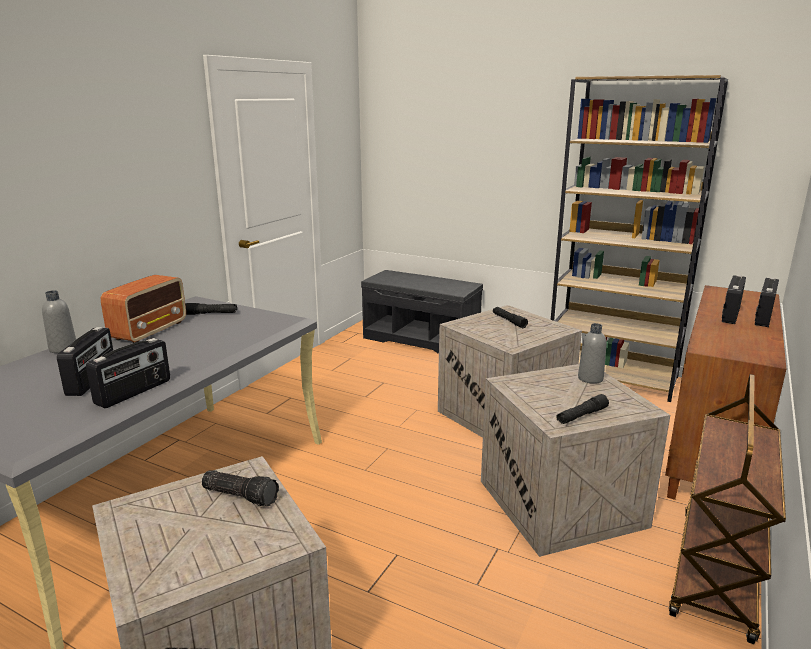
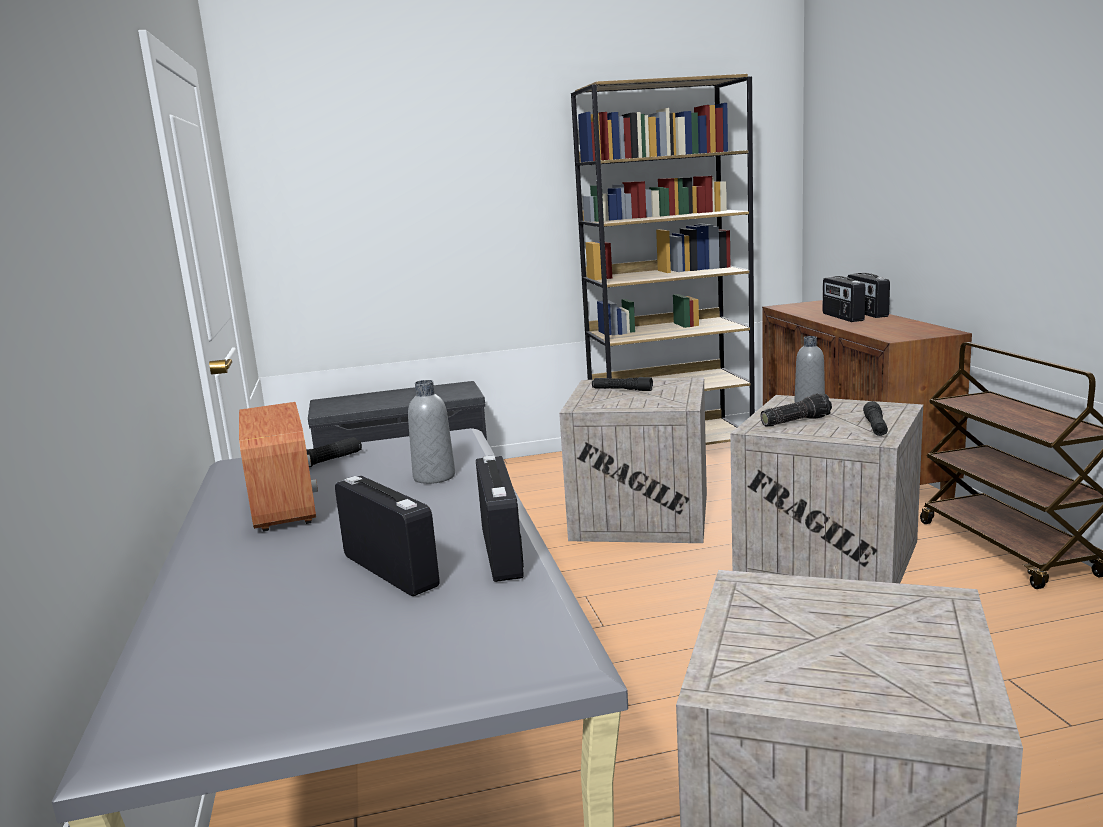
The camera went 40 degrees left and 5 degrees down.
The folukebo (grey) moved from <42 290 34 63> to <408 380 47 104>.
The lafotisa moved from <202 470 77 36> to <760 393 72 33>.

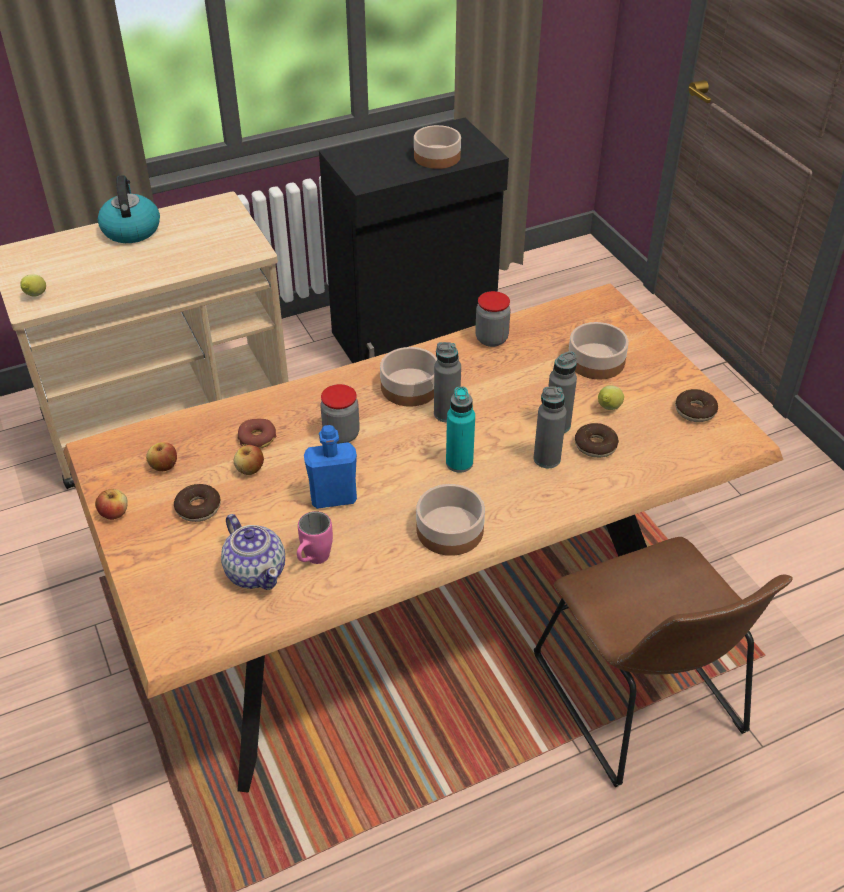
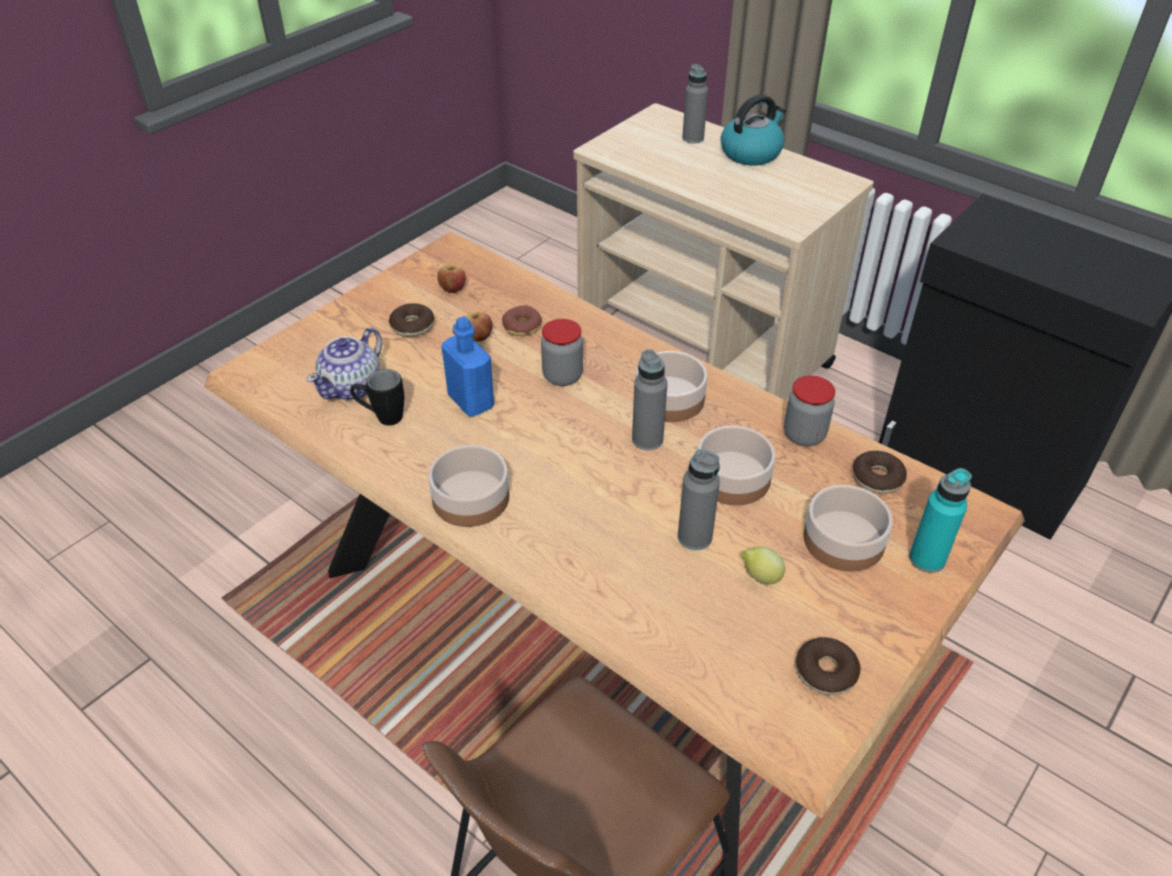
The camera went 65 degrees right and 0 degrees up.
The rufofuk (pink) at <297 511 36 53> became the rufofuk (black) at <350 369 54 56>.
The folukebo (grey) moved from <534 387 33 81> to <682 64 26 80>.
The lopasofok moved from <414 125 47 44> to <697 426 79 79>.
The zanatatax moved from <575 423 44 35> to <853 451 54 43>.
The folukebo (turquoise) moved from <446 386 29 87> to <909 468 63 105>.
The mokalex at <20 274 26 23> disappeared.
The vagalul at <95 489 33 31> disappeared.

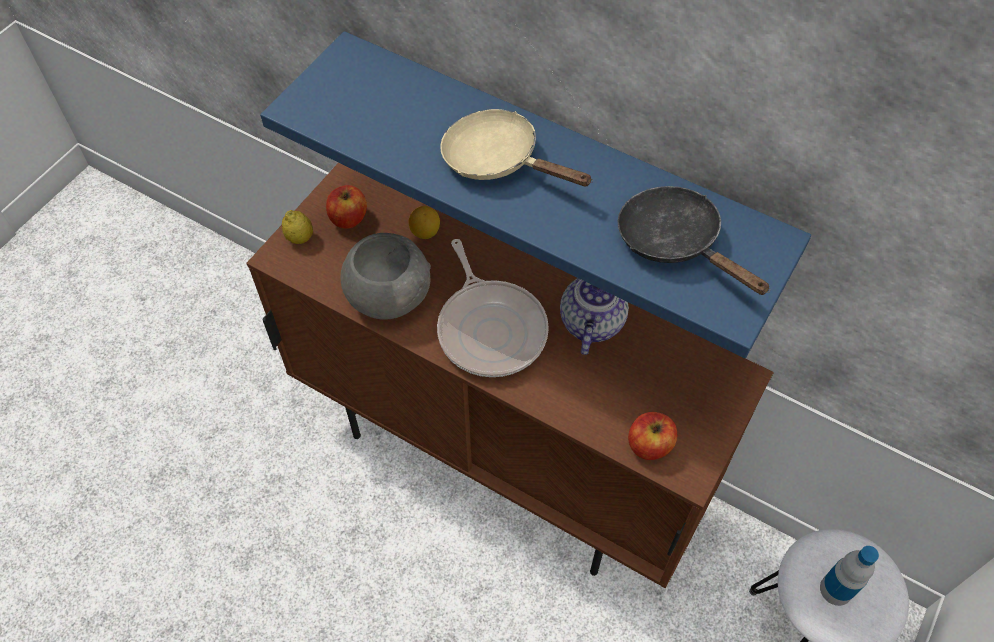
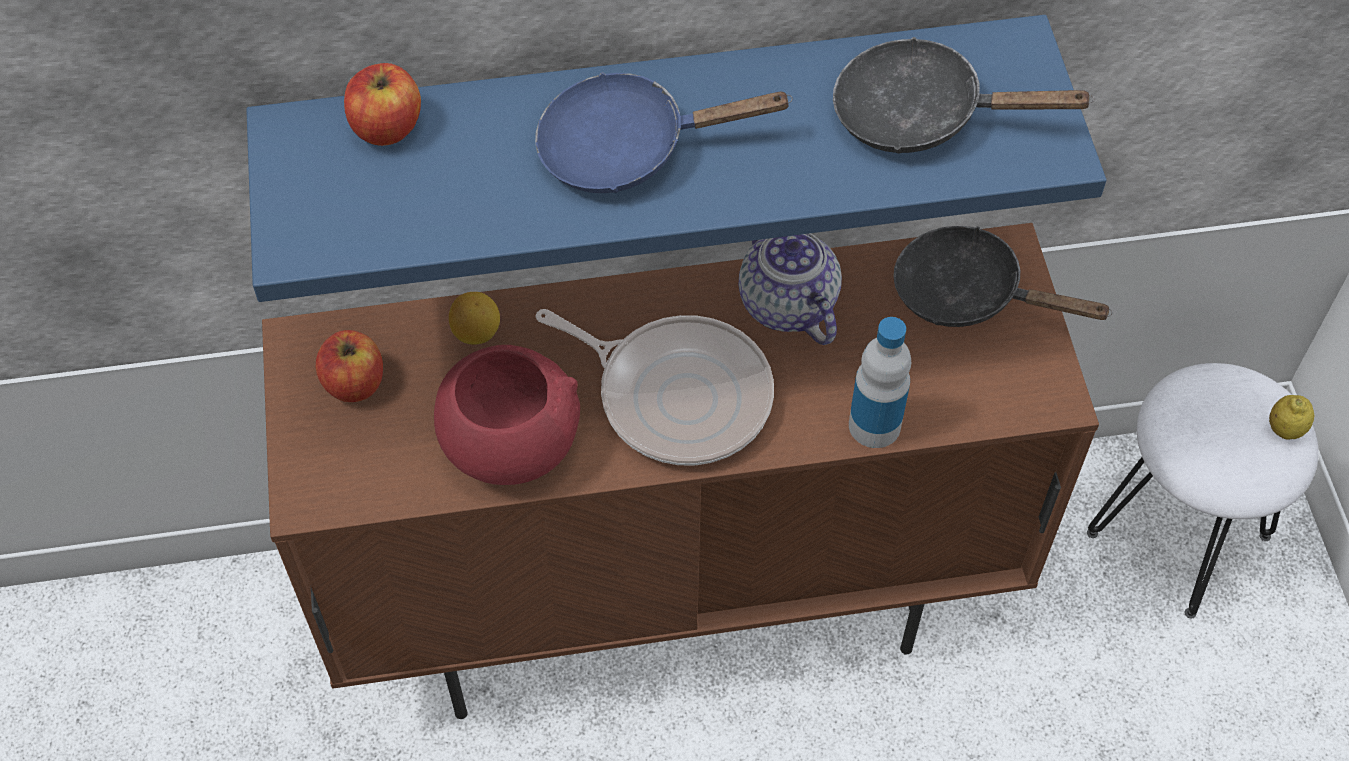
The camera went 40 degrees left and 0 degrees up.
The vagalul moved from <628 412 49 48> to <344 63 77 83>.
The lopasofok (grey) at <340 233 91 86> became the lopasofok (red) at <434 345 146 140>.
The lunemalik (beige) at <440 109 153 77> became the lunemalik (blue) at <535 72 258 121>.
The folukebo moved from <820 546 59 60> to <849 317 62 131>.
The lunemalik (black) at <893 226 220 101> appeared.
The mokalex moved from <282 210 31 34> to <1269 395 45 45>.

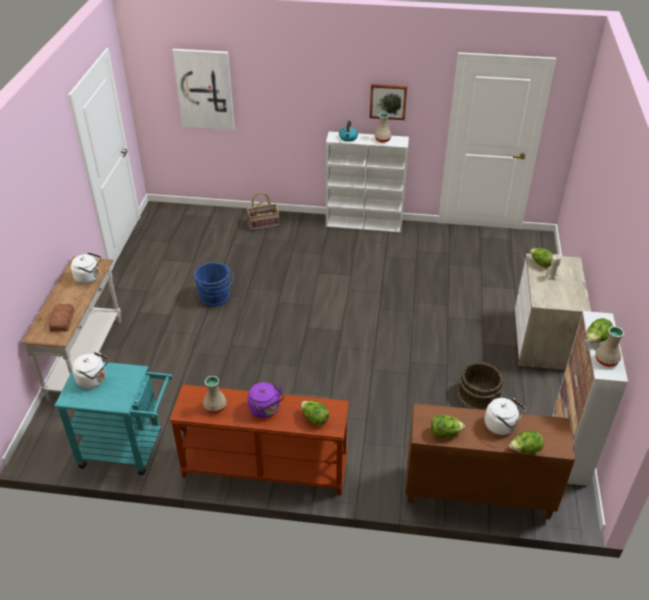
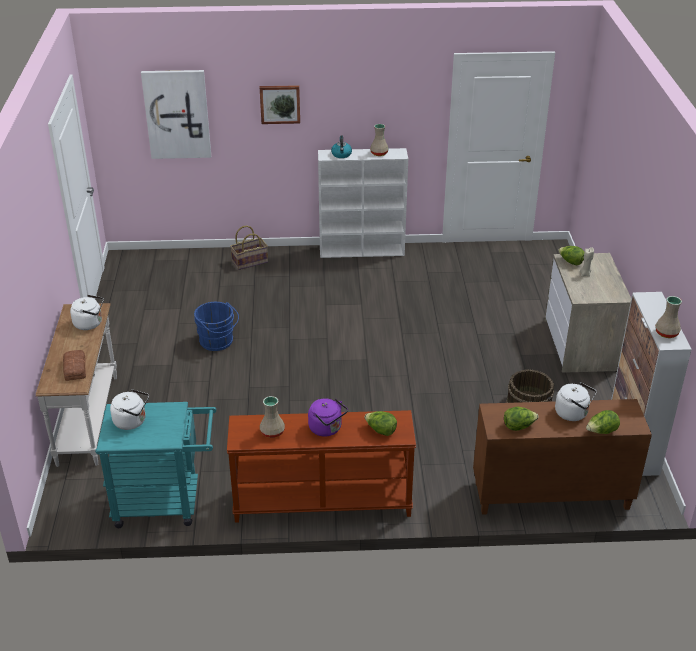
The camera went 10 degrees left and 5 degrees down.
The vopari moved from <370 84 37 36> to <260 85 40 39>.
The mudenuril at <587 318 26 25> disappeared.

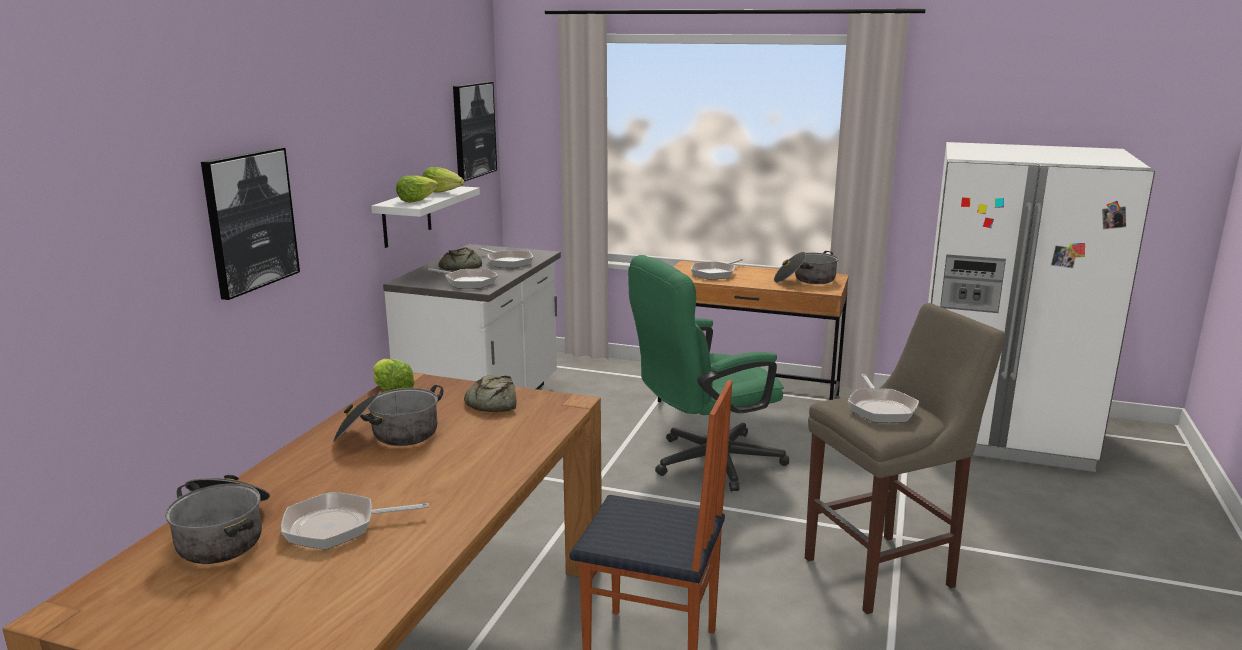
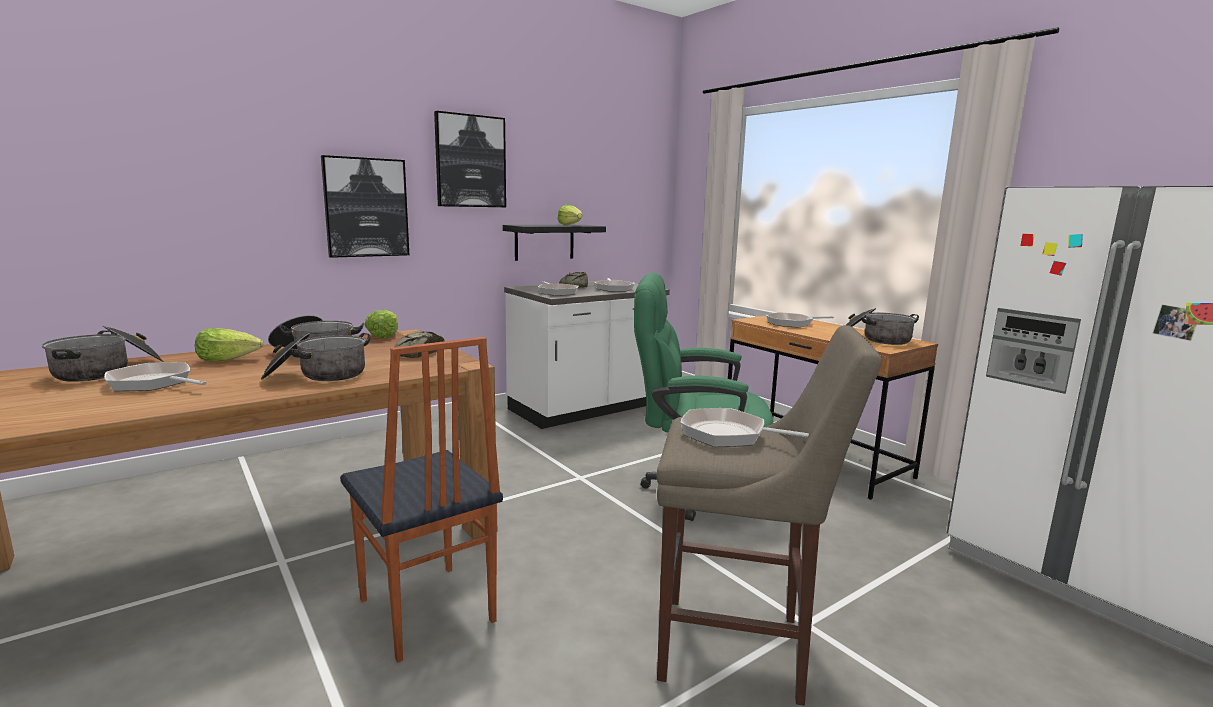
The camera went 35 degrees right and 5 degrees down.
The mudenuril moved from <396 175 42 28> to <195 328 68 34>.
The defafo at <261 333 109 48> appeared.
The vopari moved from <453 82 44 100> to <434 111 72 96>.
The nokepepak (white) at <371 186 109 62> became the nokepepak (black) at <503 225 103 36>.
The lunemalik at <847 374 72 49> turned 75 degrees clockwise.

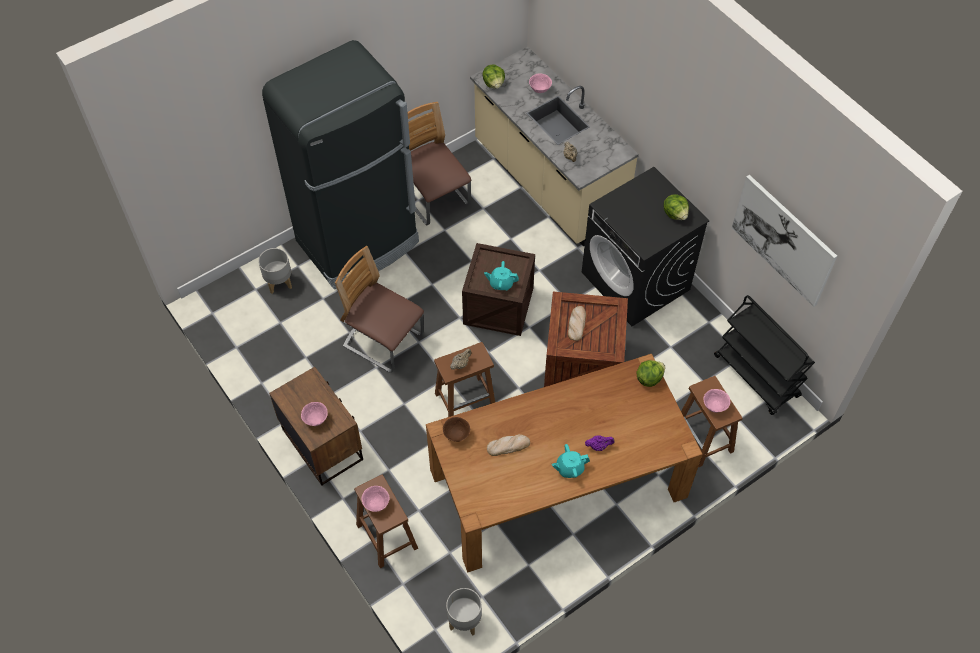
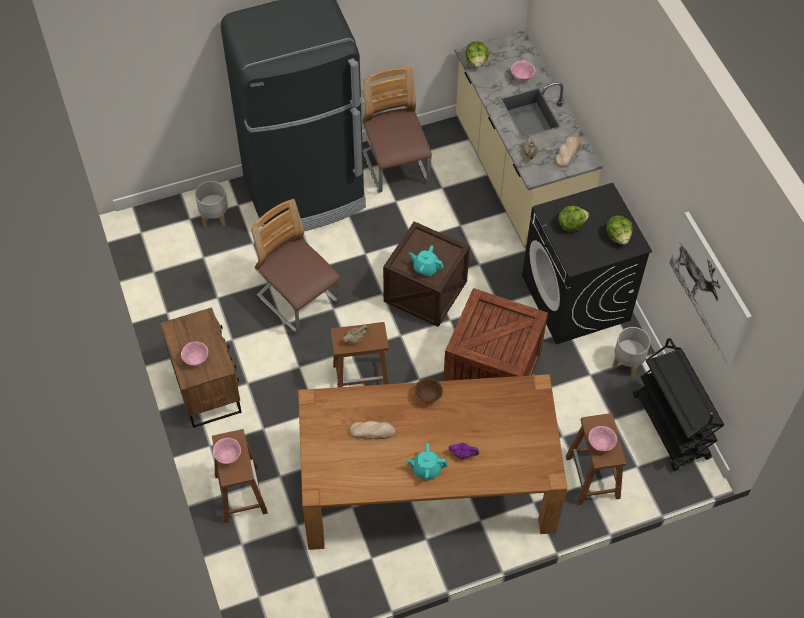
The camera went 15 degrees right and 0 degrees up.
The lopasofok (brown) moved from <443 417 27 25> to <415 378 28 25>.
The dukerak moved from <568 306 18 35> to <555 136 24 31>.
The mudenuril moved from <637 360 28 27> to <559 206 30 26>.
The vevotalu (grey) moved from <446 588 36 48> to <612 327 38 50>.

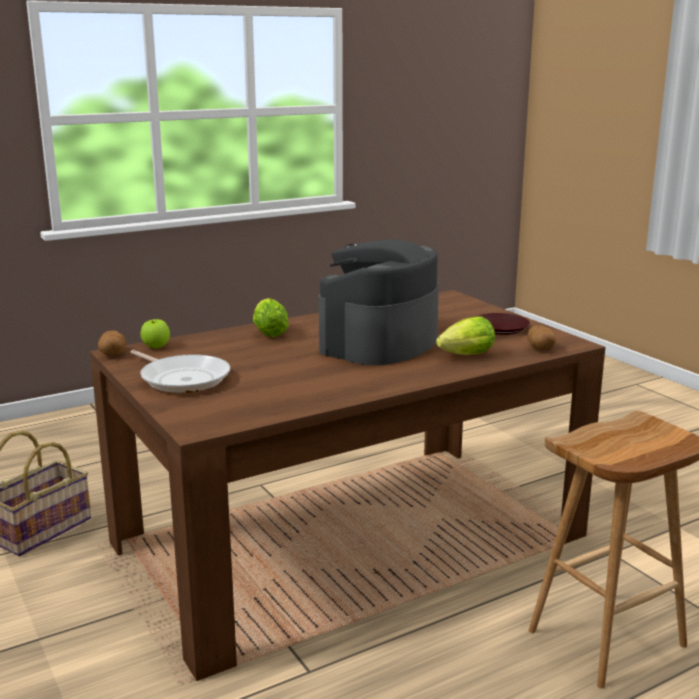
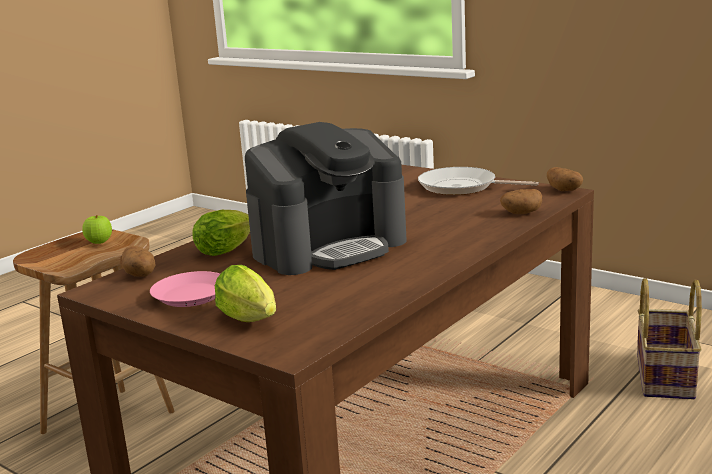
The camera went 160 degrees right and 0 degrees up.
The vagalul moved from <140 319 30 29> to <82 215 30 29>.
The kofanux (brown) at <478 313 52 22> became the kofanux (pink) at <150 271 70 36>.
The mudenuril moved from <253 298 36 39> to <215 265 61 57>.
The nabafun at <319 240 120 125> turned 45 degrees clockwise.
The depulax at <500 189 42 25> appeared.

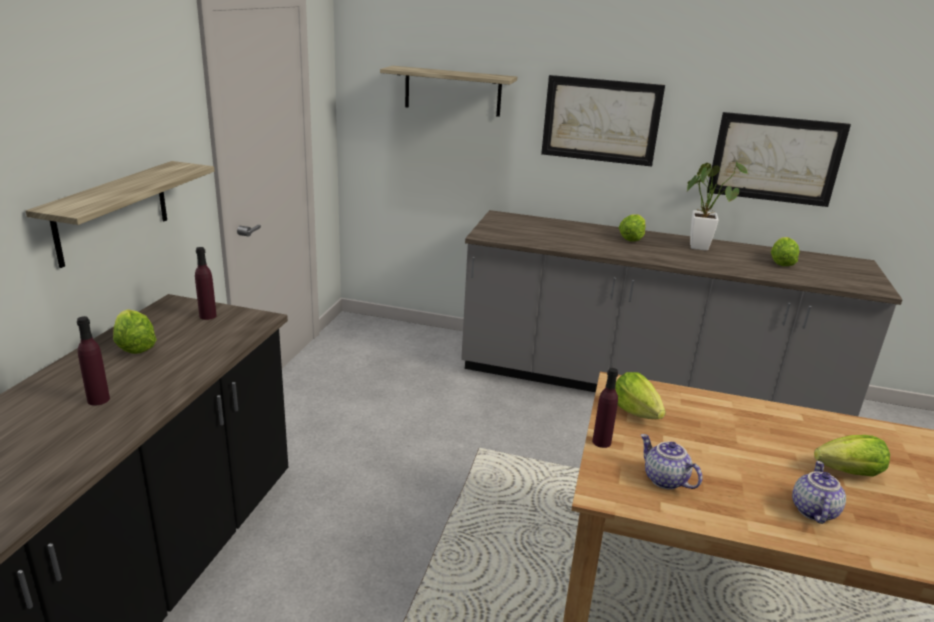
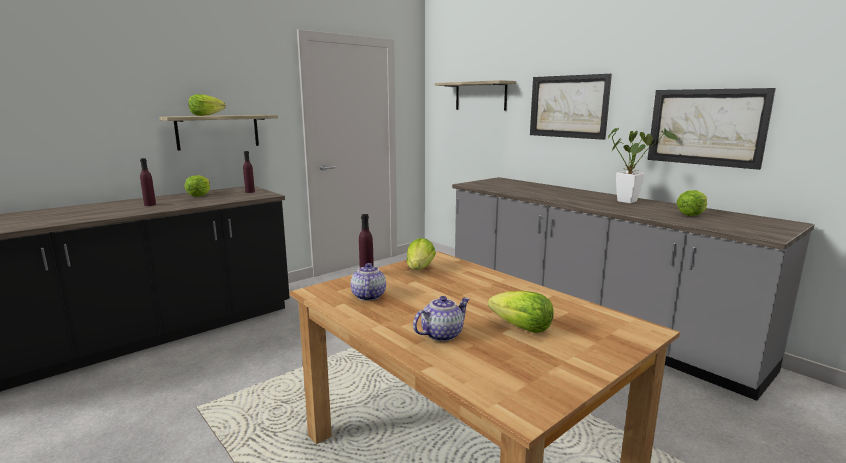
The camera went 35 degrees right and 10 degrees down.
The mudenuril moved from <619 214 26 27> to <188 94 38 22>.

